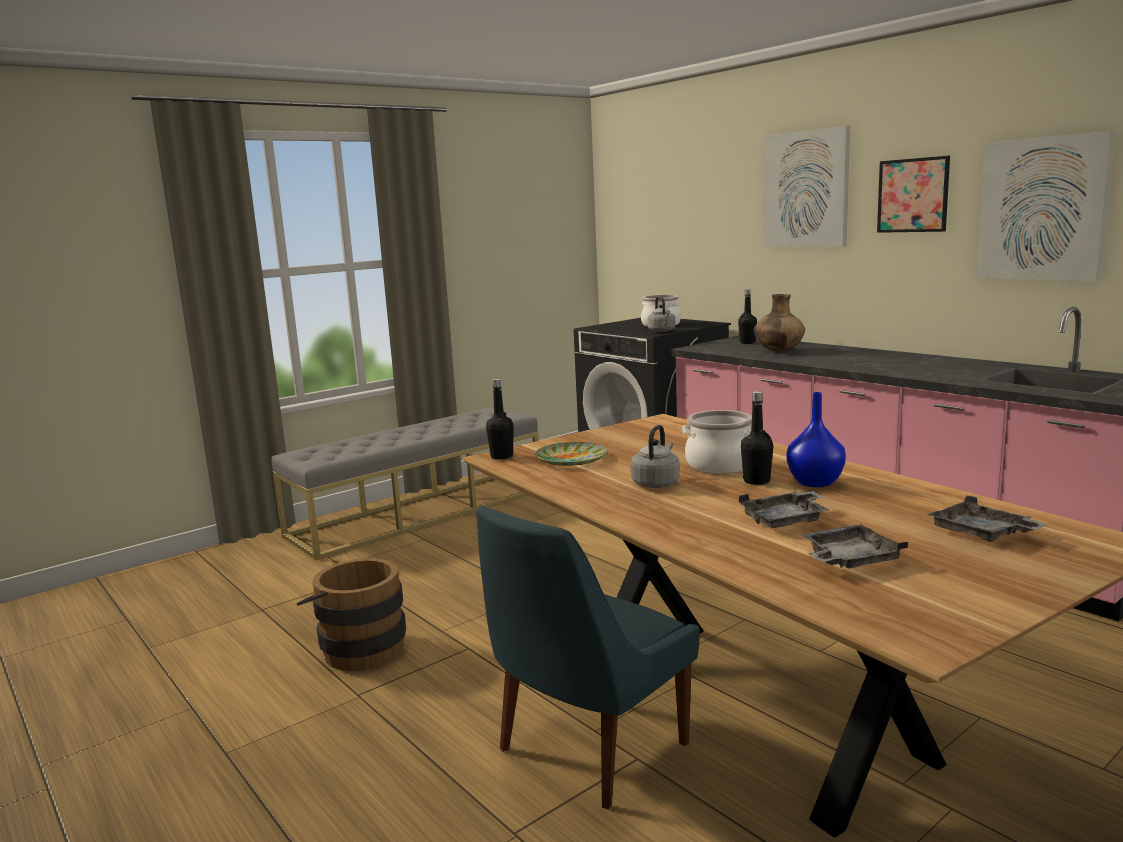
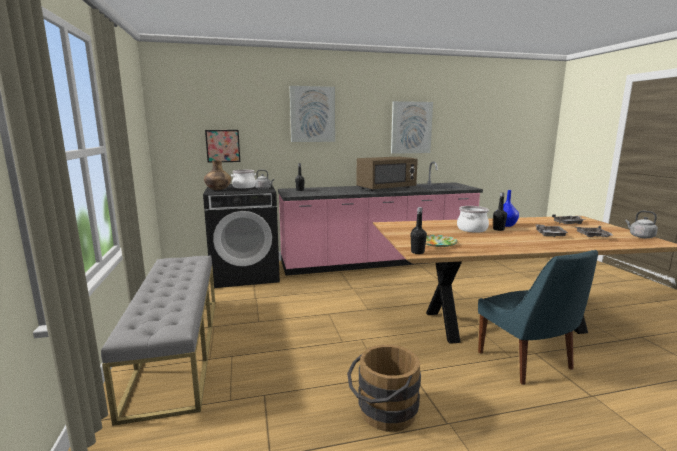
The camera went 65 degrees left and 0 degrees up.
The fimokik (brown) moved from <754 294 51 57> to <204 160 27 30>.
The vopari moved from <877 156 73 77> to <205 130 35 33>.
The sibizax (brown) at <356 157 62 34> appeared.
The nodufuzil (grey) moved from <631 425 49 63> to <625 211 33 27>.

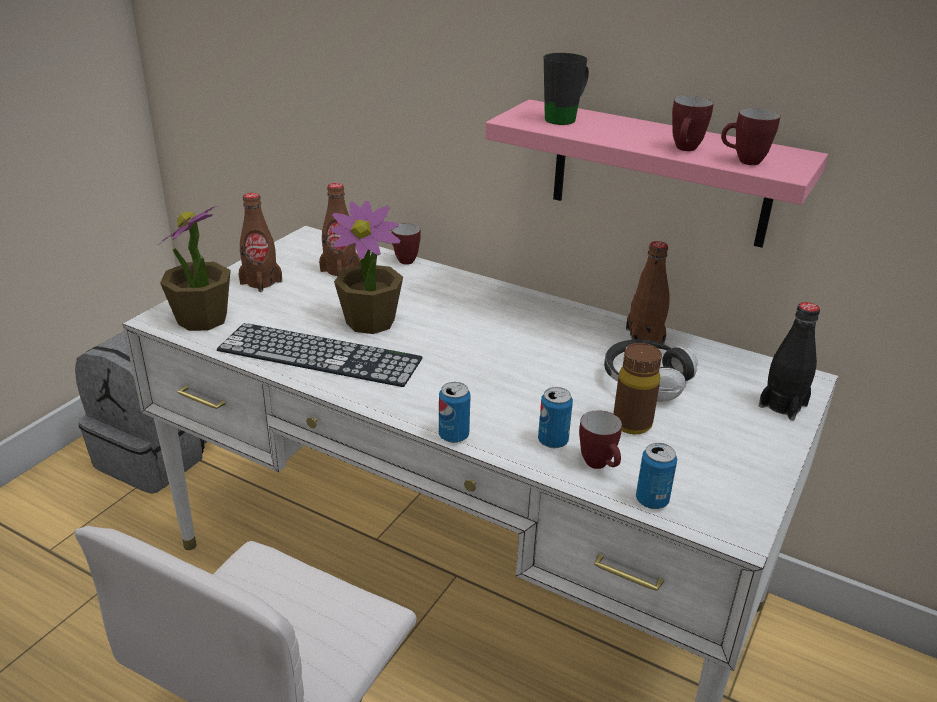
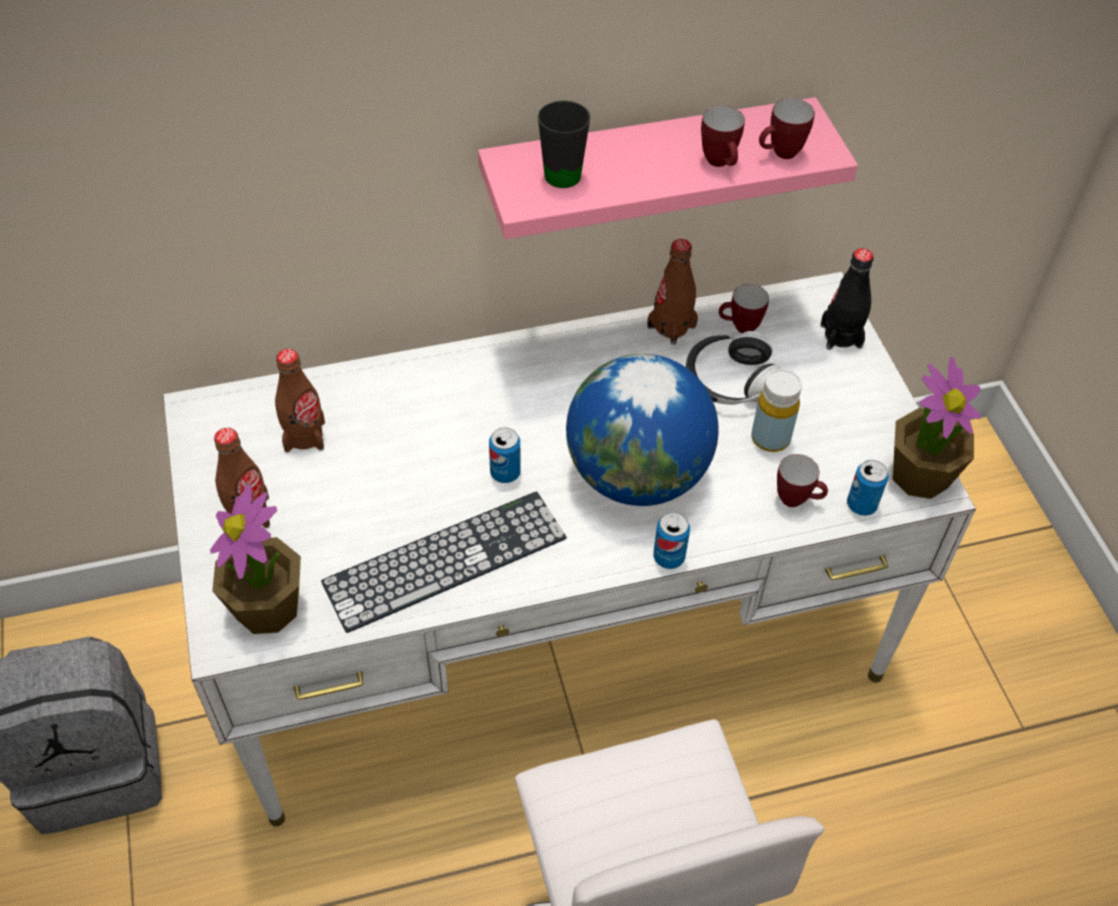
The camera went 45 degrees left and 20 degrees up.
The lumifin moved from <538 387 35 61> to <489 428 32 55>.
The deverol at <566 354 153 152> appeared.
The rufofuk moved from <392 224 29 41> to <719 284 50 49>.
The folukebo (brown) at <613 343 49 91> became the folukebo (yellow) at <751 369 51 83>.
The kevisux moved from <332 201 71 133> to <893 357 88 142>.

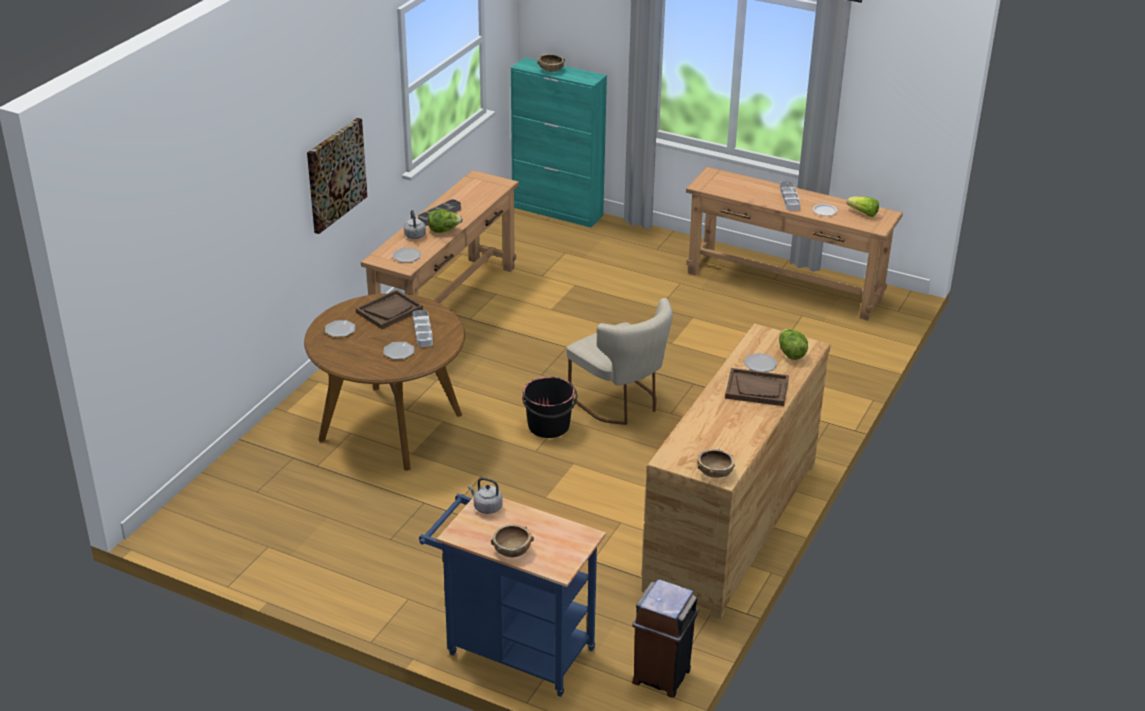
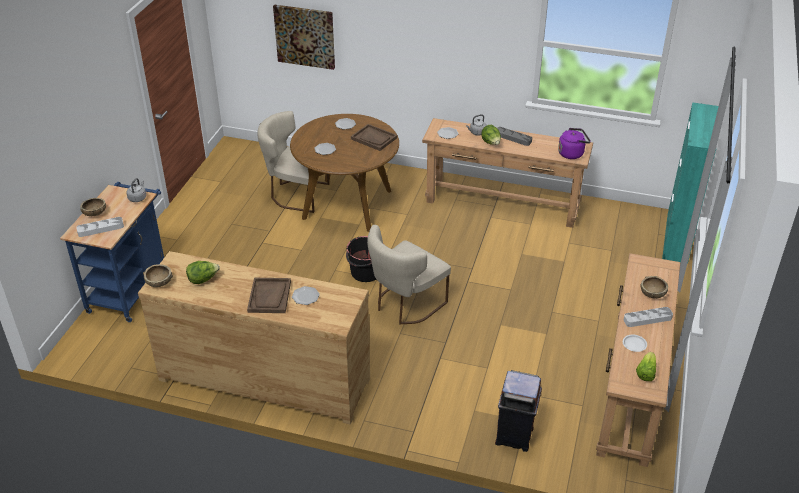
The camera went 80 degrees right and 5 degrees up.
The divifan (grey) moved from <413 310 20 37> to <76 217 48 20>.
The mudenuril moved from <779 329 29 31> to <186 261 34 23>.
The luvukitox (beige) at <258 111 72 102> appeared.
The vopari moved from <307 118 60 116> to <273 5 62 65>.
The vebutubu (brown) moved from <632 579 67 119> to <495 370 47 82>.
The nodufuzil (purple) at <558 128 33 31> appeared.
The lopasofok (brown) moved from <537 54 28 18> to <641 276 27 23>.

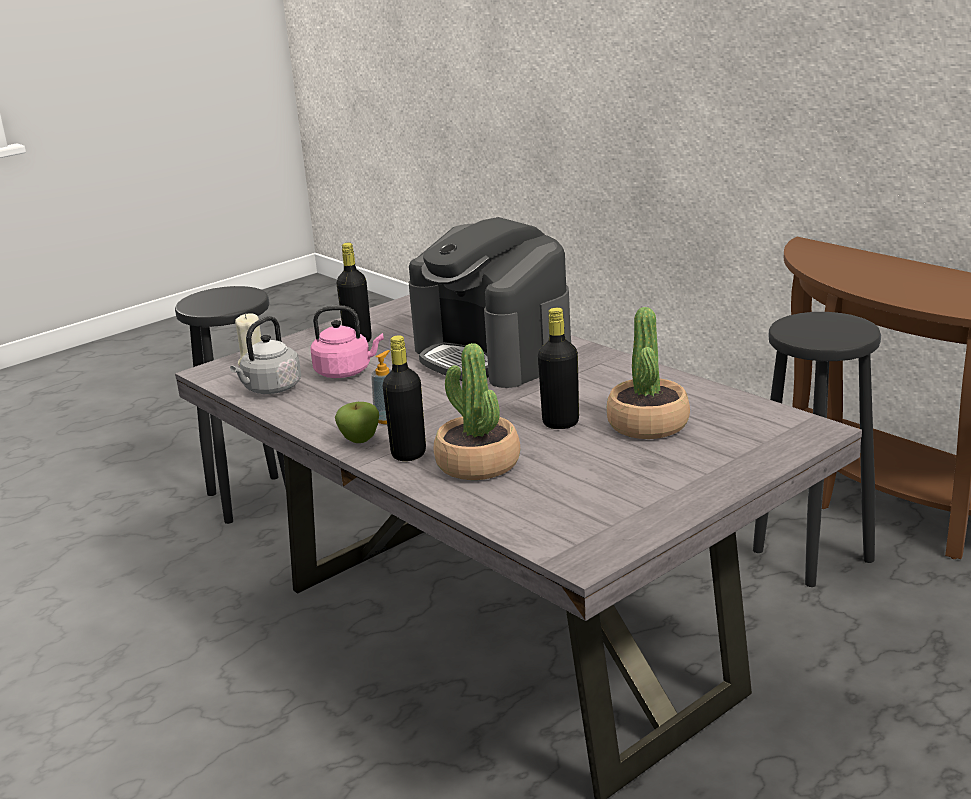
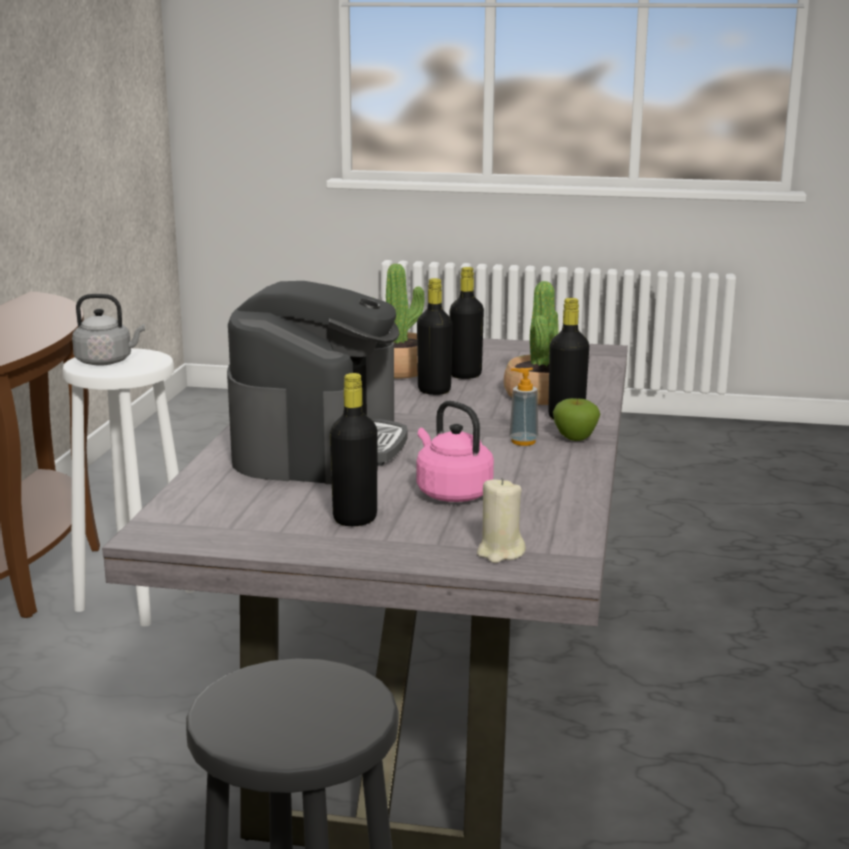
The camera went 130 degrees left and 5 degrees down.
The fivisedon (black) at <753 312 128 275> became the fivisedon (white) at <63 348 131 278>.
The nodufuzil (grey) moved from <230 316 71 78> to <72 294 73 72>.
The folukebo (black) at <450 267 34 112> appeared.

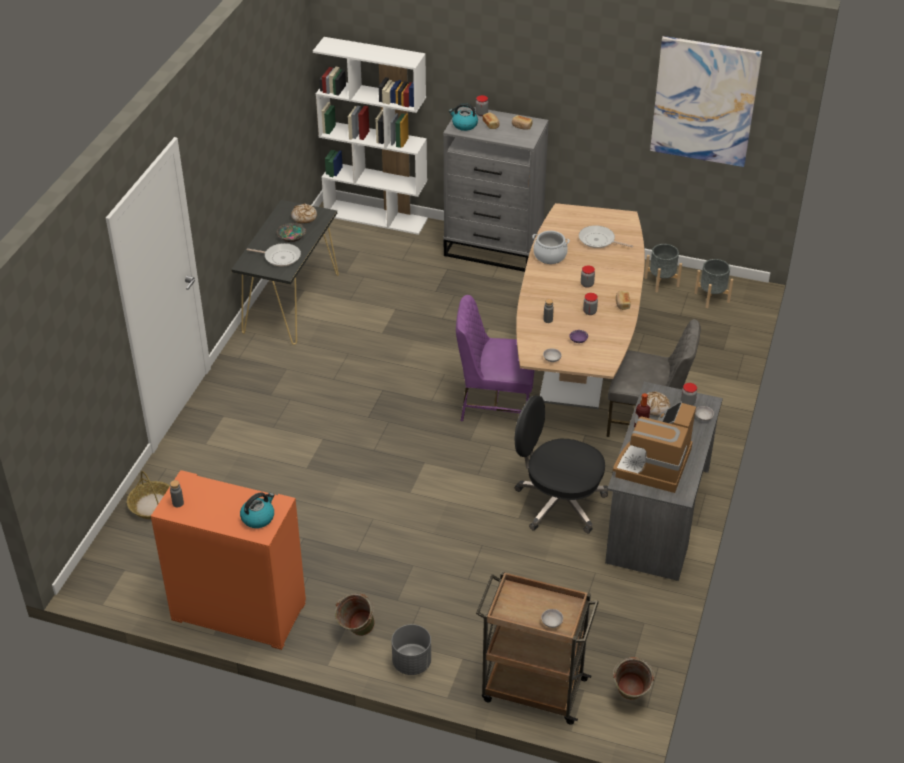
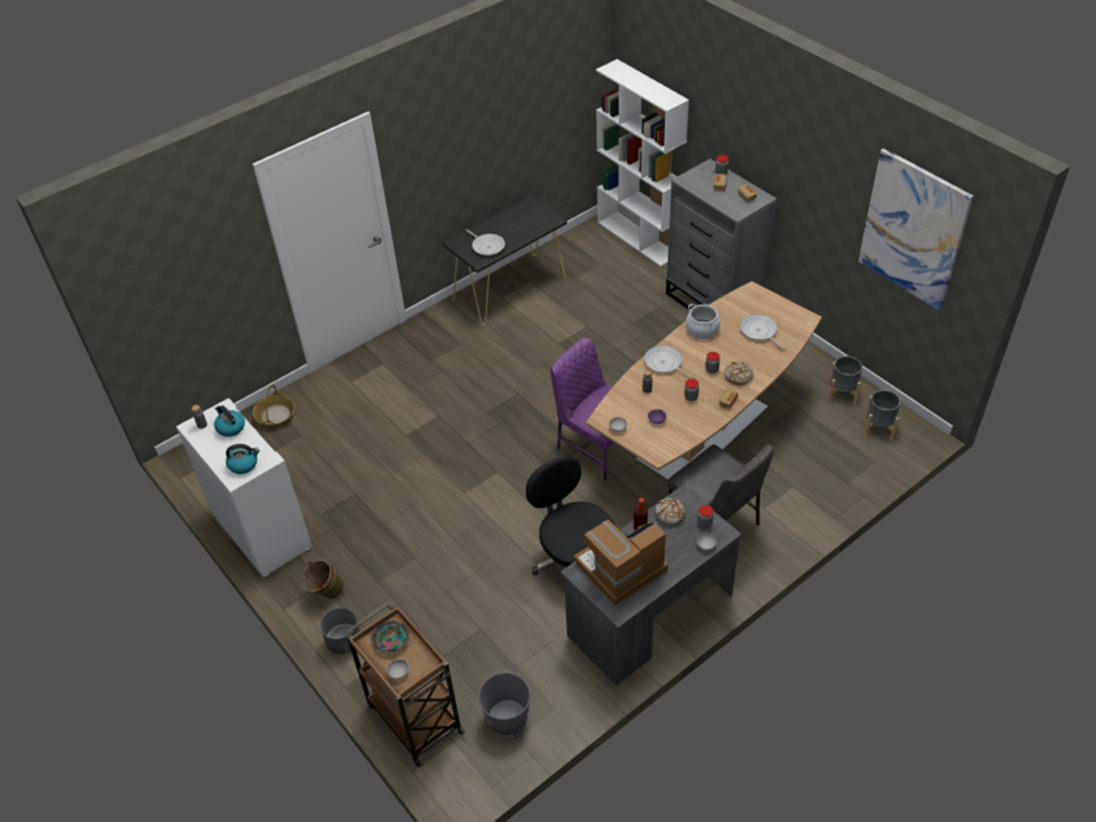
The camera went 35 degrees right and 5 degrees up.
The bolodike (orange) at <151 470 155 180> became the bolodike (white) at <176 398 136 181>.
The nodufuzil moved from <449 103 29 28> to <214 405 31 32>.
The lopasofok moved from <276 223 30 19> to <370 620 40 34>.
The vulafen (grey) at <478 671 54 65> appeared.
The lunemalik at <644 346 51 33> appeared.
The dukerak moved from <291 203 26 21> to <724 362 29 23>.
The vulafen (green) at <613 657 42 43> disappeared.

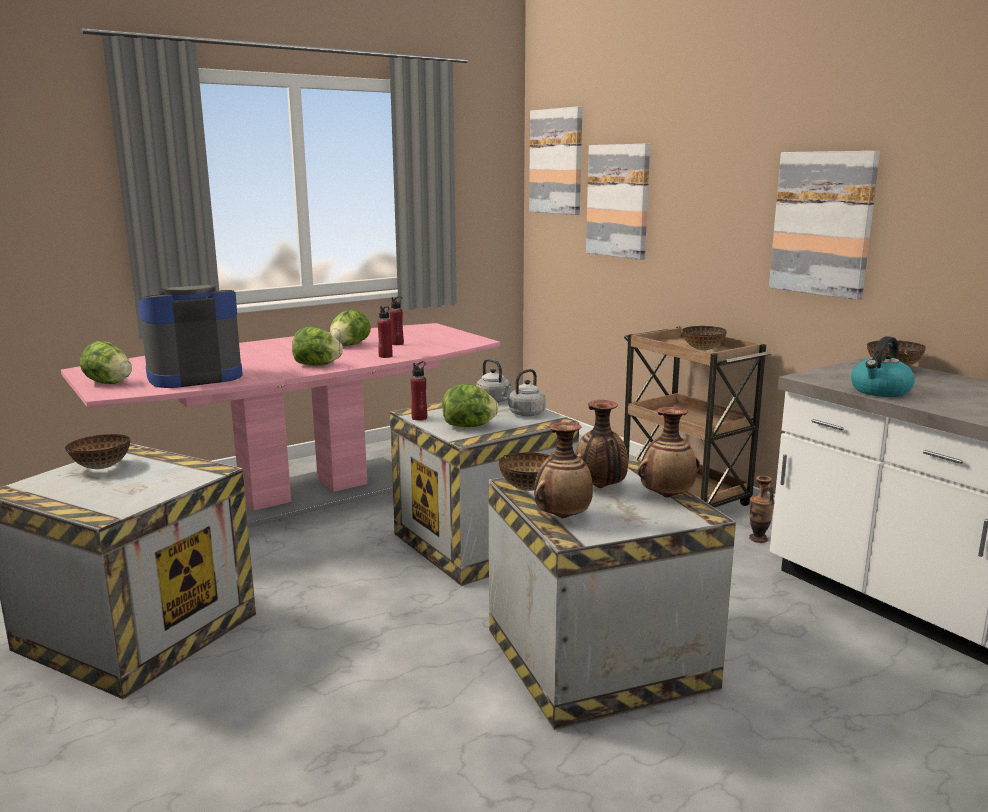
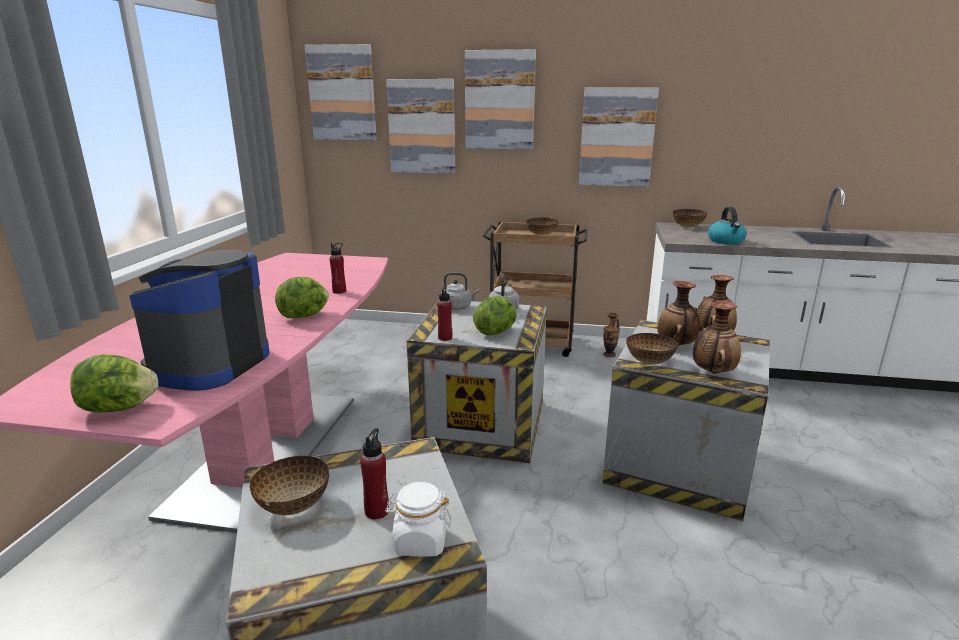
The camera went 45 degrees left and 5 degrees up.
The folukebo (red) moved from <390 296 14 49> to <360 428 29 91>.
The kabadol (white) at <385 482 67 75> appeared.
The vopari at <465 49 71 101> appeared.
The mudenuril at <330 309 41 37> disappeared.

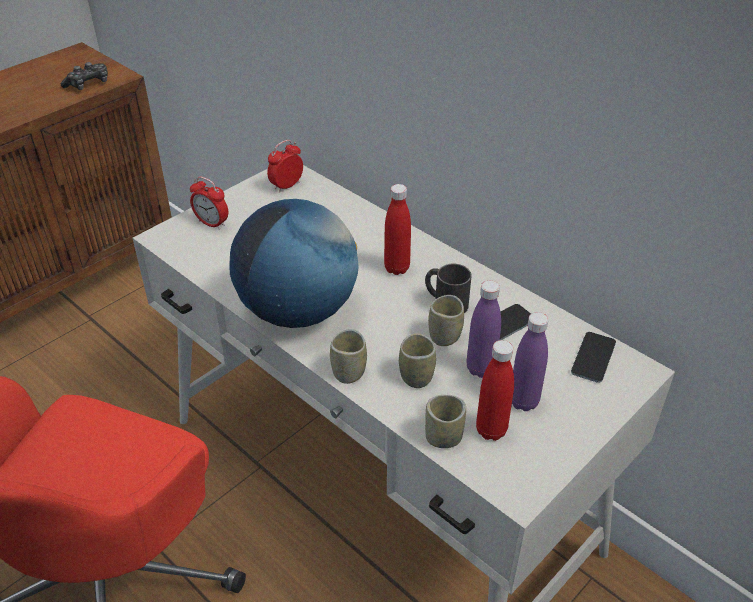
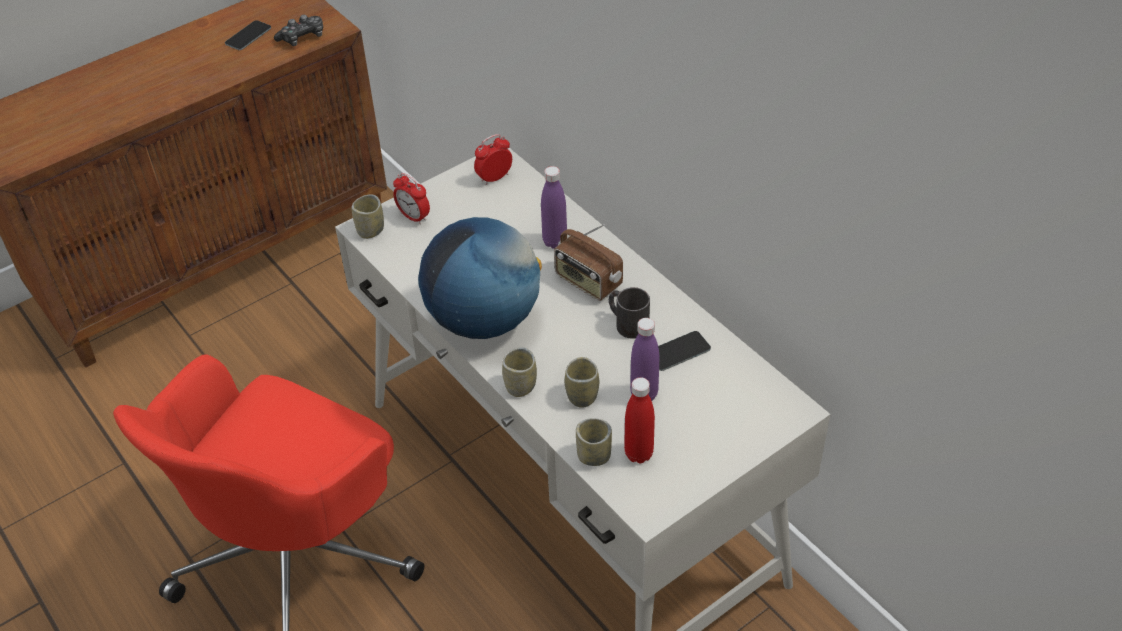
The camera went 10 degrees right and 5 degrees up.
The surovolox moved from <571 332 45 51> to <225 20 46 30>.
The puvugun moved from <428 295 36 51> to <352 194 32 45>.
The folukebo (purple) moved from <512 312 36 99> to <541 166 26 83>.
The folukebo (red) at <384 184 27 91> was replaced by the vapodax at <554 224 69 77>.

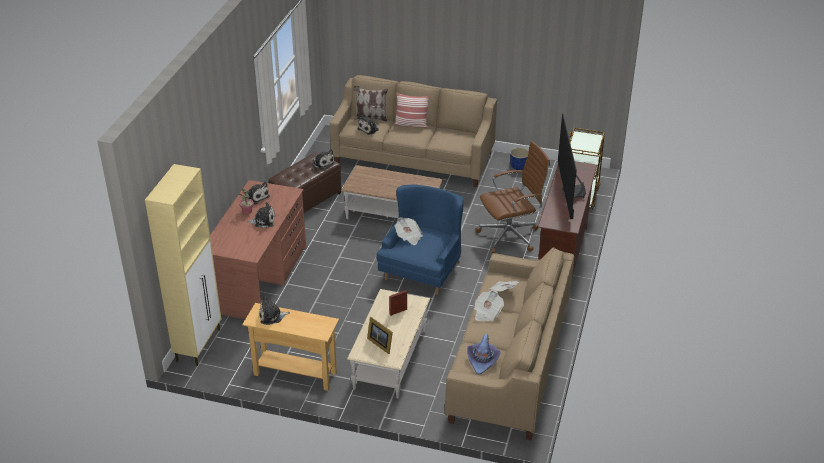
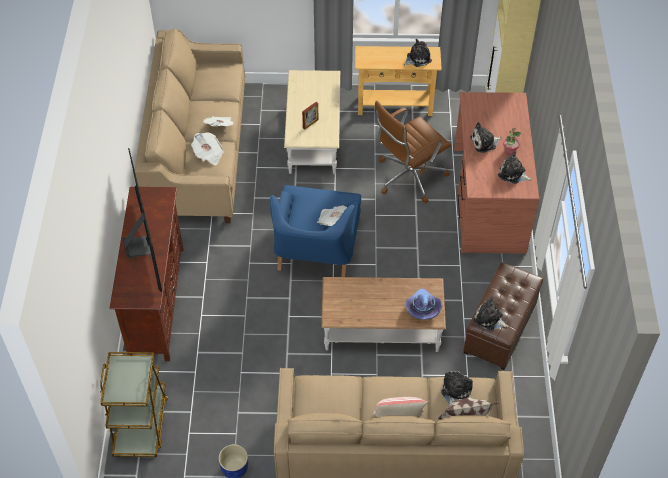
The camera went 165 degrees right and 15 degrees up.
The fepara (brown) moved from <476 141 74 112> to <374 101 77 102>.
The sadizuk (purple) moved from <467 334 34 41> to <406 288 36 32>.
The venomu at <367 317 26 37> disappeared.

